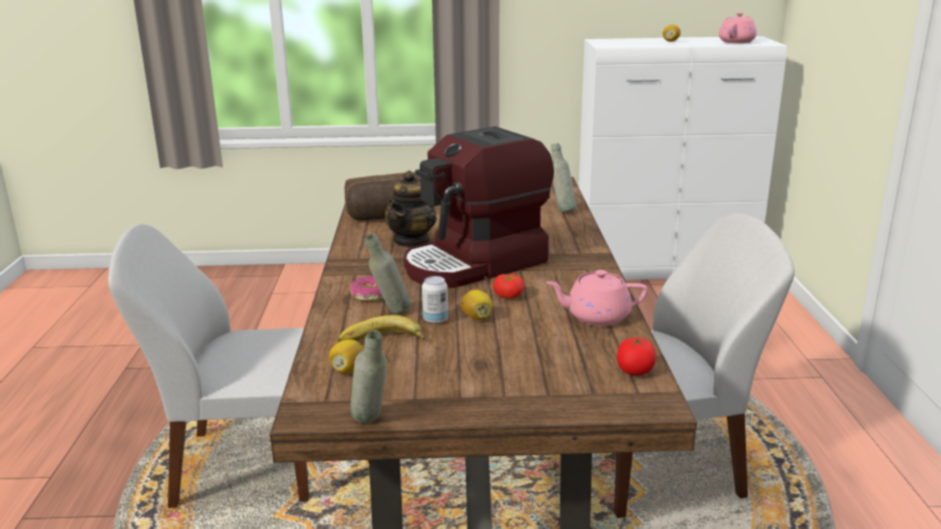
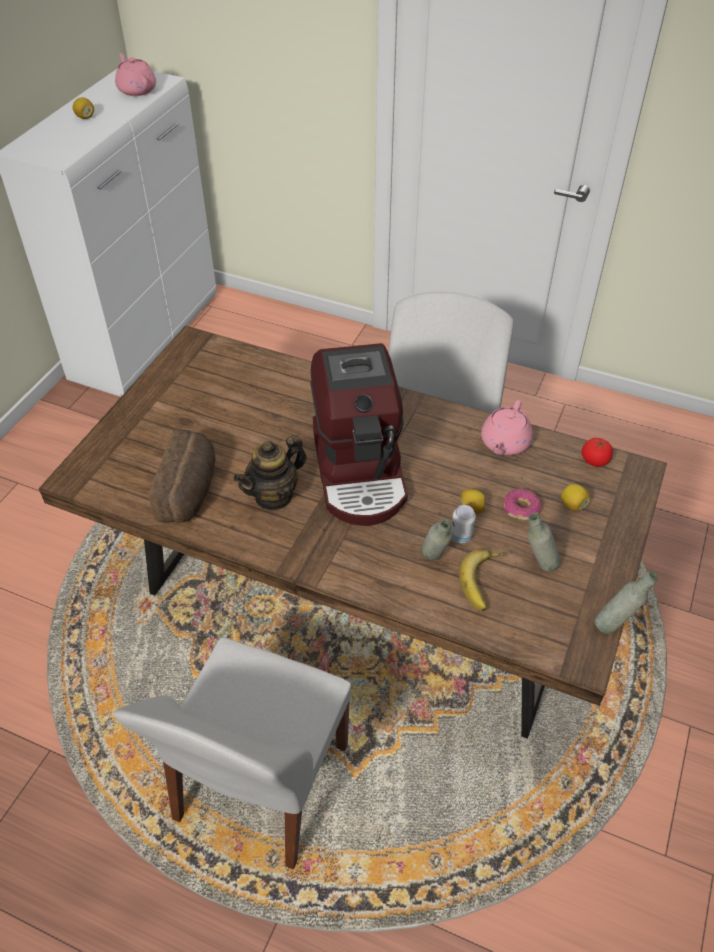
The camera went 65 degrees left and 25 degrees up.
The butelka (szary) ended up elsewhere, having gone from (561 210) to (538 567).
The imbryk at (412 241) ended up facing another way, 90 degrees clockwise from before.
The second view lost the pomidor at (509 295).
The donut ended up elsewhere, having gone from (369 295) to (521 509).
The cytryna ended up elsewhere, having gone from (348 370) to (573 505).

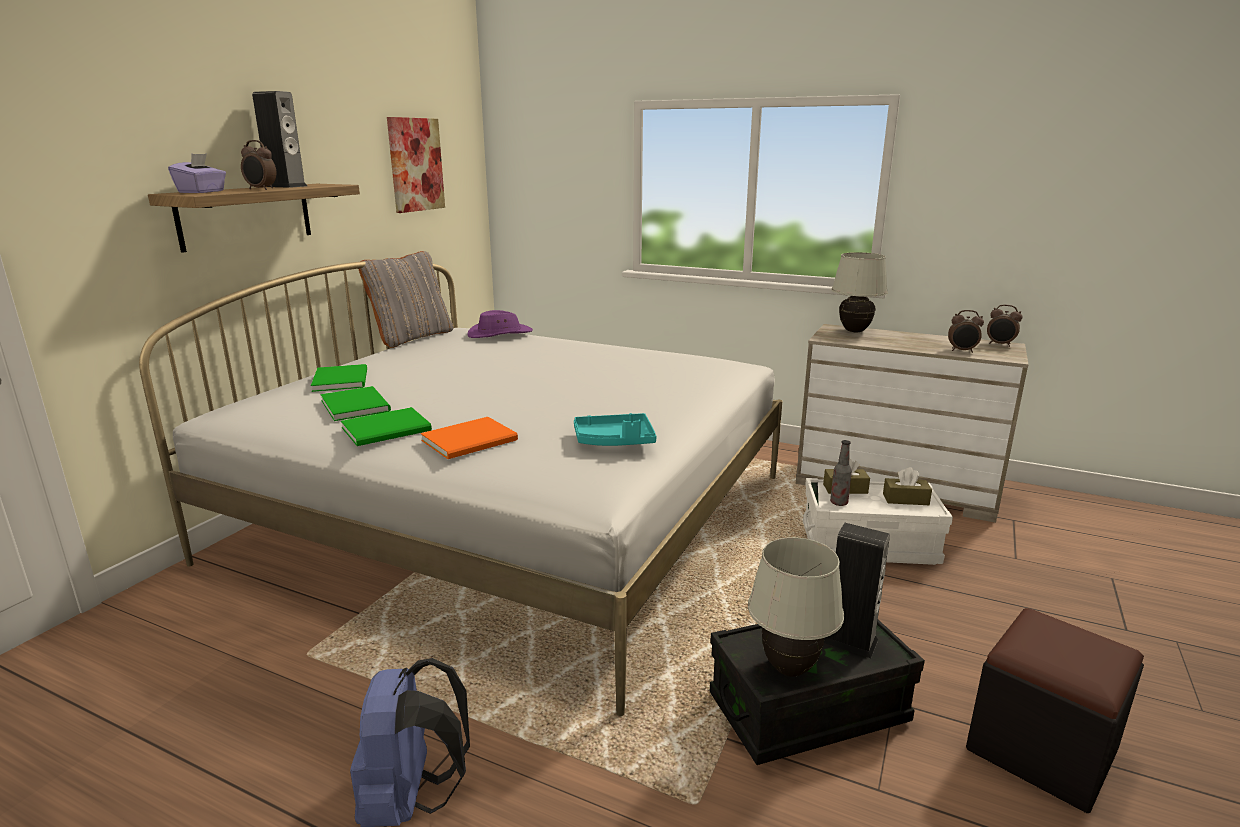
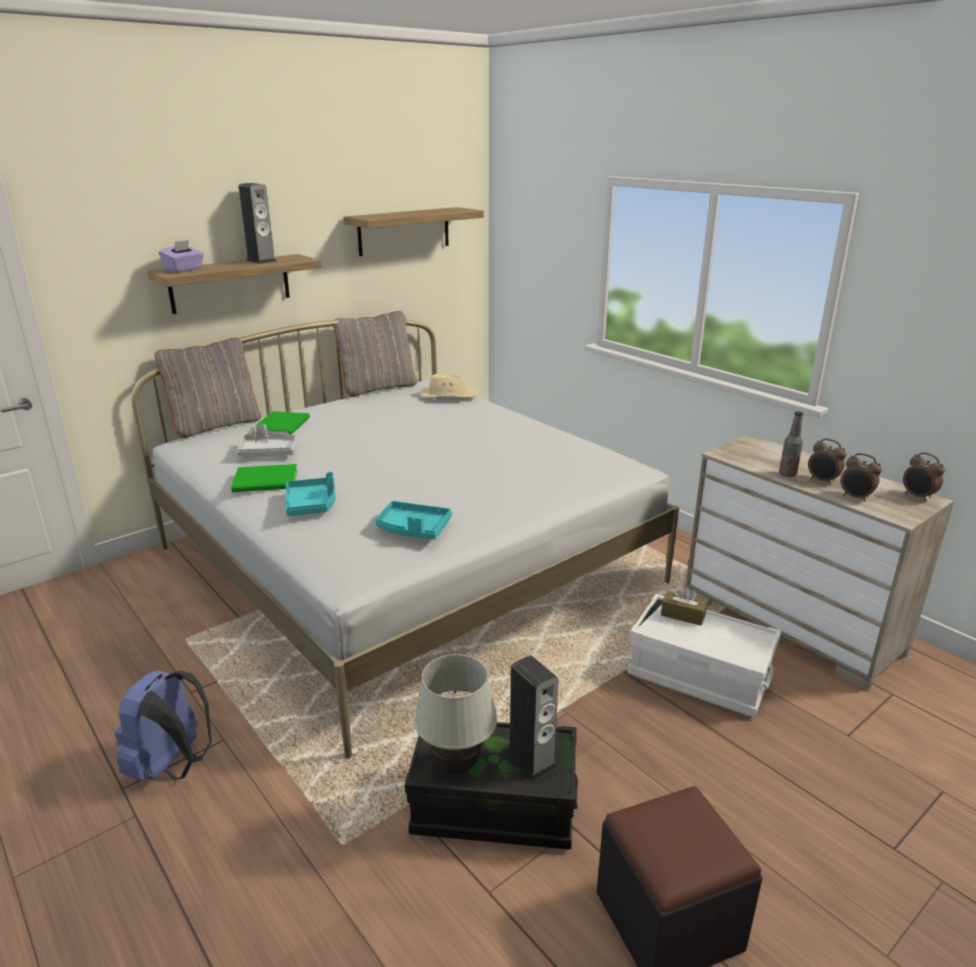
The camera went 25 degrees right and 5 degrees up.
Where the obraz hung at (415 165), the półka came to hang at (404 231).
The budzik ended up elsewhere, having gone from (261 189) to (822 481).
The second view lost the lampa stołowa (biały) at (854 331).
What was the kapelusz (fioletowy) at (500 334) turned into the kapelusz (beżowy) at (448 395).
Where the książka (zielony) stood at (357 405), the taca (szary) came to stand at (269 452).
Where the książka (pomarańczowy) stood at (472 440), the taca (turkusowy) came to stand at (311 504).
The butelka ended up elsewhere, having gone from (838 503) to (787 474).
The second view lost the pudełko chusteczek (brązowy) at (905 499).
The second view gained the poduszka (szary) at (216 425).

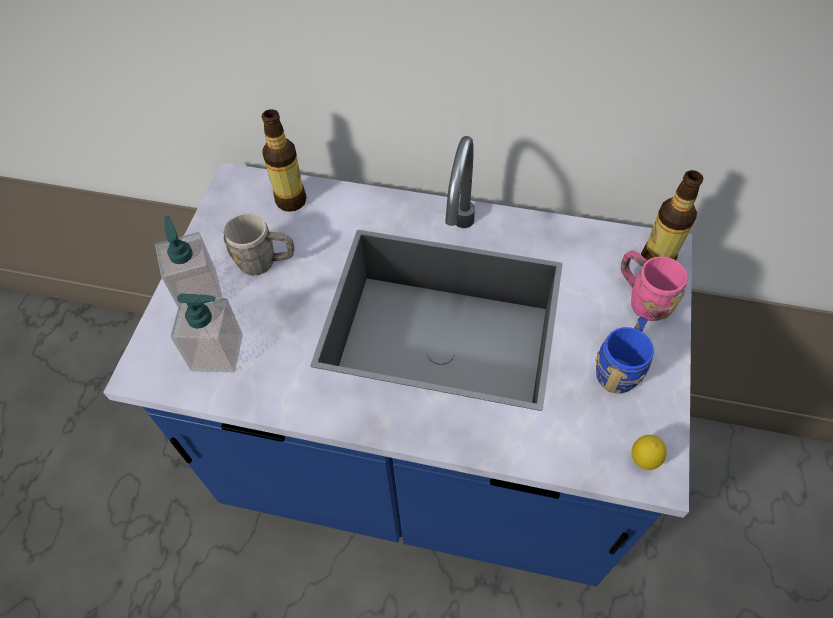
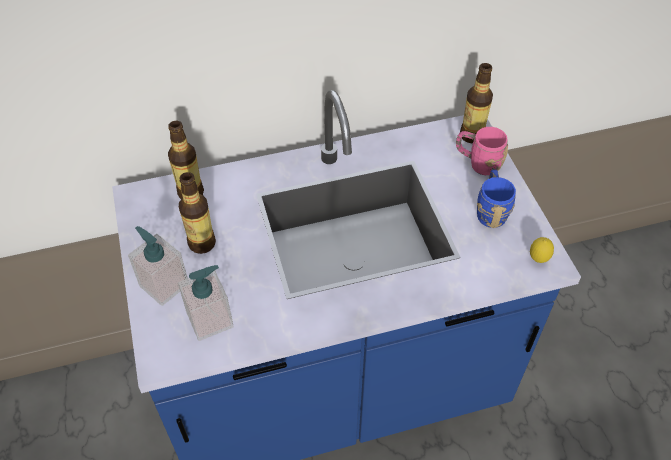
The camera went 30 degrees left and 5 degrees down.
Where the kubek (szary) stood at (265 262), the butelka came to stand at (202 243).

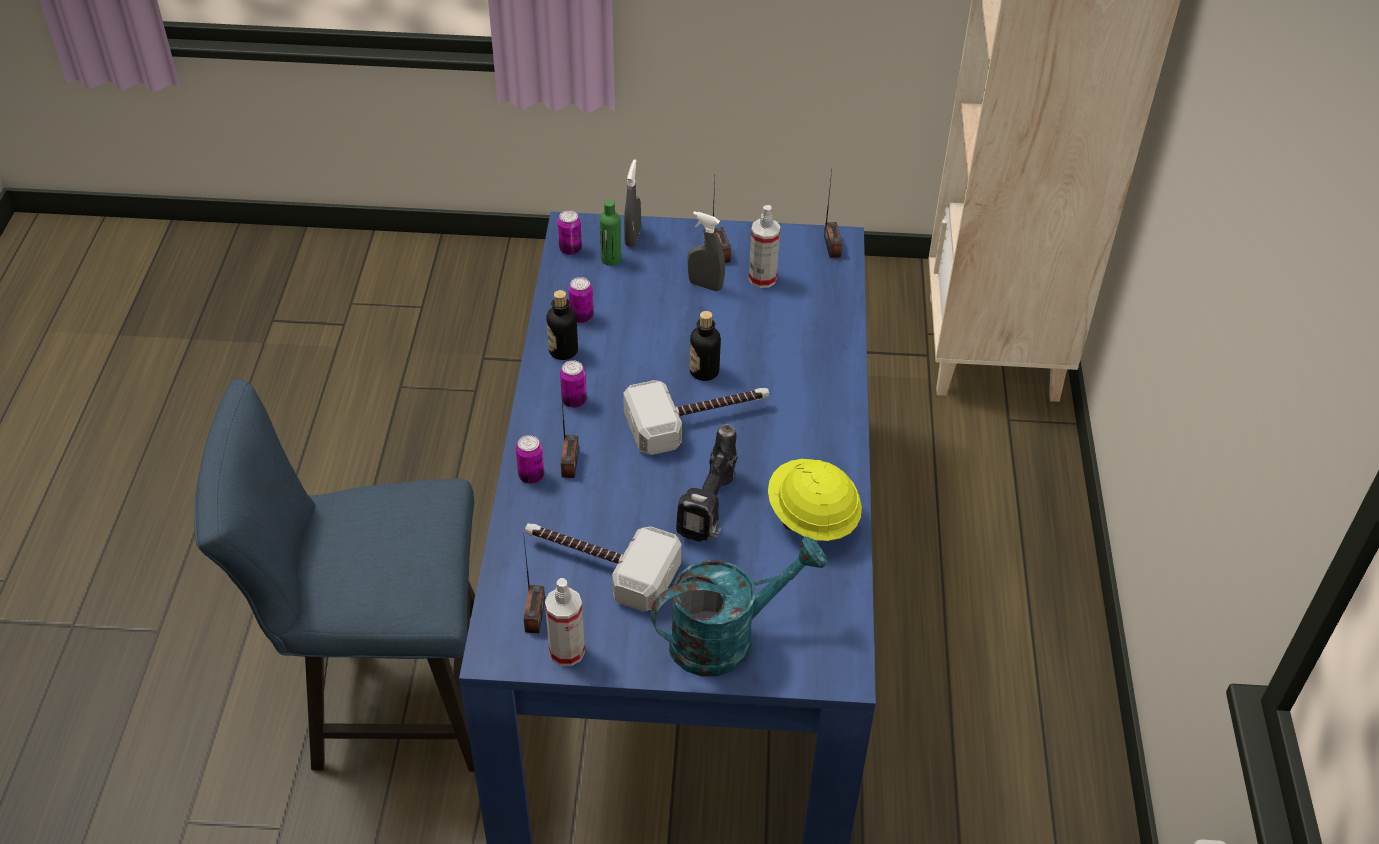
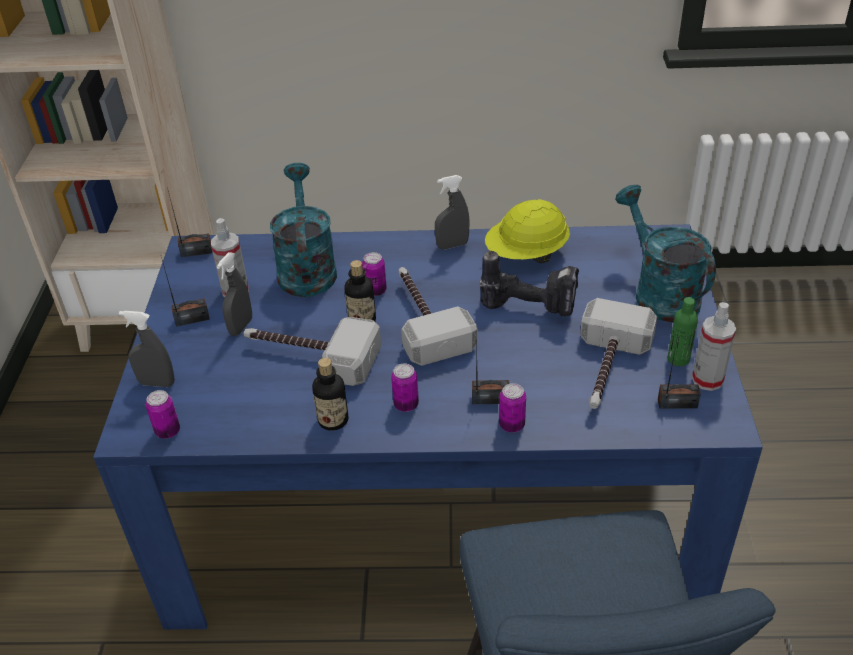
The camera went 90 degrees left and 5 degrees down.
The butelka (zielony) ended up elsewhere, having gone from (611 259) to (678 359).
The puszka ended up elsewhere, having gone from (581 317) to (375 291).
The second view gained the konewka (turkusowy) at (306 268).
The second view gained the spryskiwacz (szary) at (452 245).
The second view gained the młotek at (310 355).

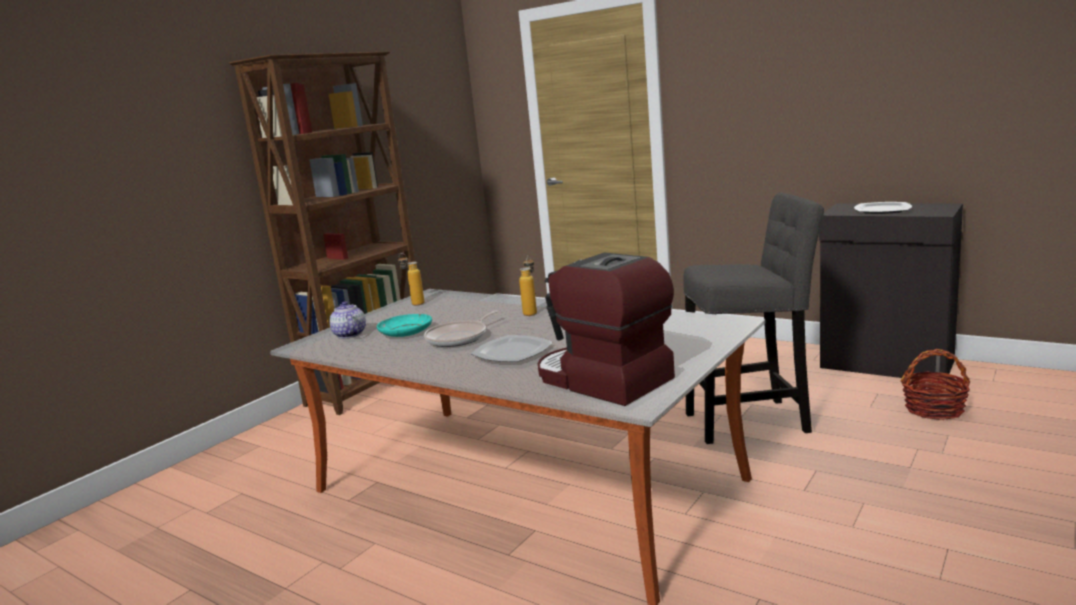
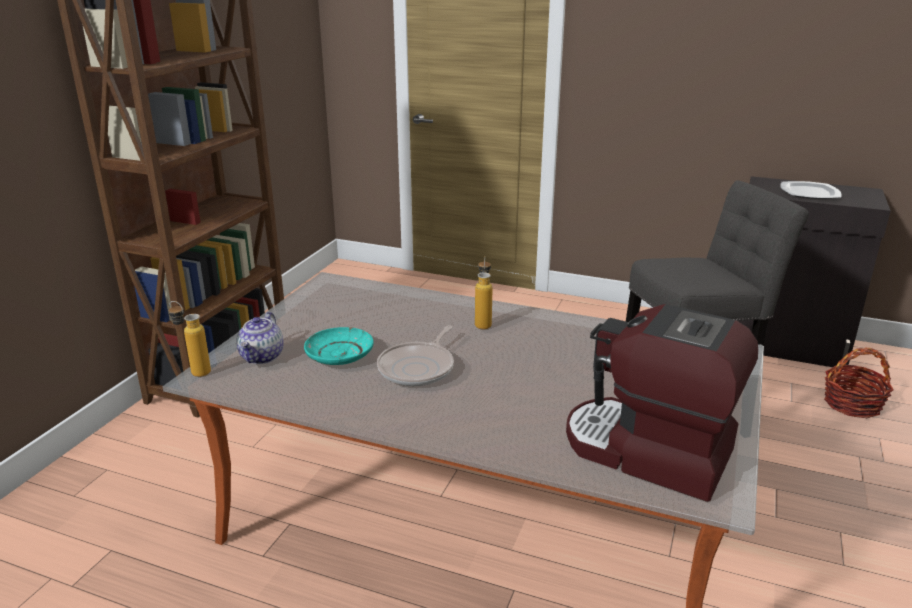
The camera went 15 degrees left and 10 degrees up.
The butelka ended up elsewhere, having gone from (414 303) to (194 371).
The imbryk at (349 334) ended up facing another way, 135 degrees counterclockwise from before.
The second view lost the talerz at (511 352).

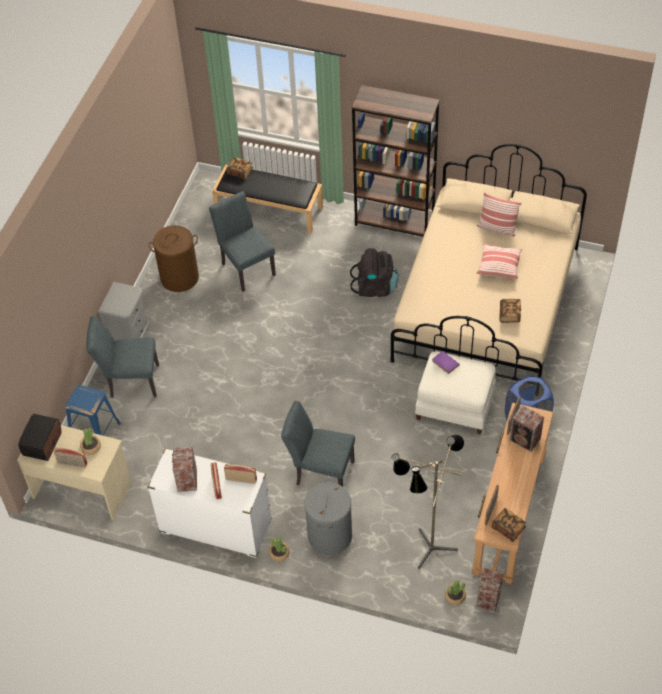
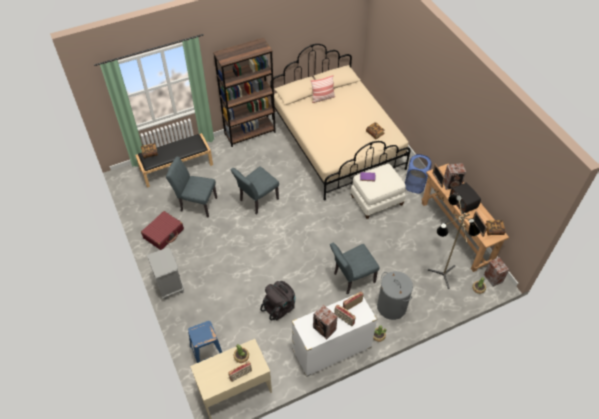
The camera went 45 degrees left and 0 degrees up.
Where the kosz na pranie (brązowy) stood at (179 277), the walizka (czerwony) came to stand at (163 233).
The second view lost the poduszka at (499 266).
The plecak (czarny) ended up elsewhere, having gone from (375 287) to (279 307).
The krzesło (szary) ended up elsewhere, having gone from (130 381) to (256 201).
The radio ended up elsewhere, having gone from (43 444) to (463 203).

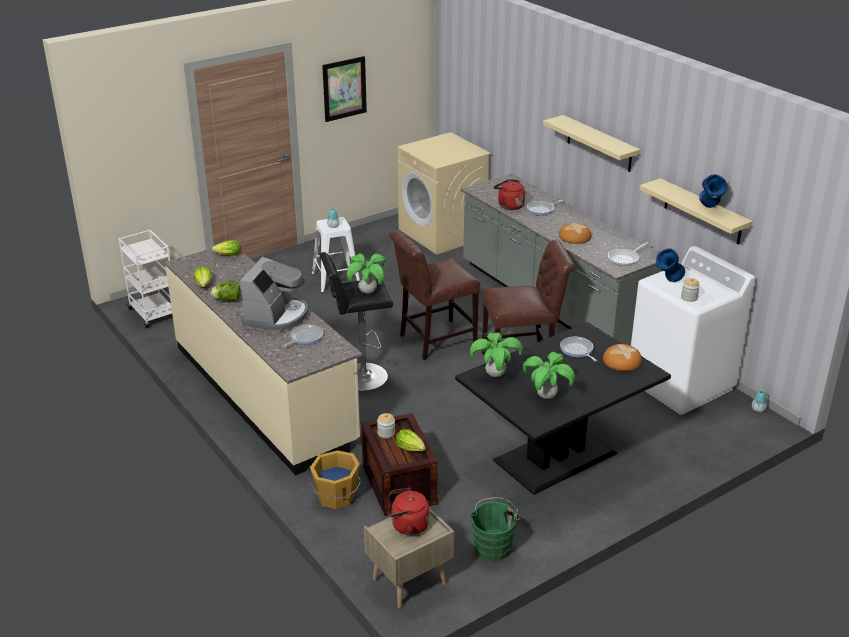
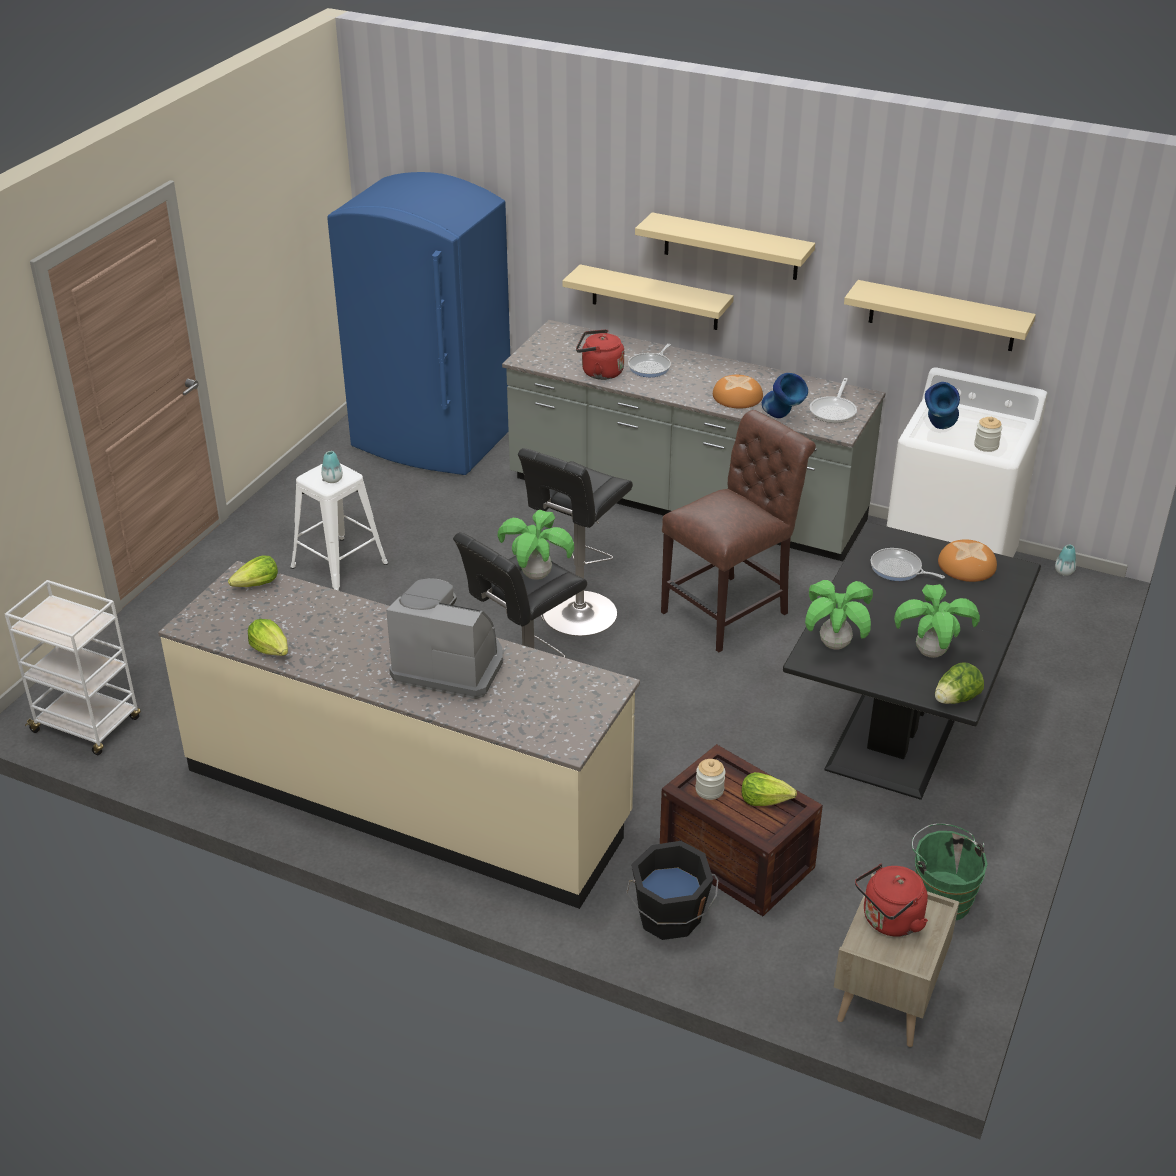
The camera went 30 degrees left and 5 degrees up.
The second view lost the obraz at (344 88).
Where the pralka (beżowy) stood at (442 234), the lodówka (niebieski) came to stand at (432 440).
The wazon (niebieski) ended up elsewhere, having gone from (710 208) to (782 419).
Where the krzesło (brązowy) stood at (433 340), the stołek (czarny) came to stand at (577 616).
The ekspres do kawy at (276 316) ended up facing another way, 60 degrees counterclockwise from before.
The sałata ended up elsewhere, having gone from (227 300) to (956 699).
The second view lost the patelnia at (305 338).
What was the wiadro (pomarańczowy) at (336 497) turned into the wiadro (czarny) at (670 917).
The second view gained the półka (beżowy) at (654 298).

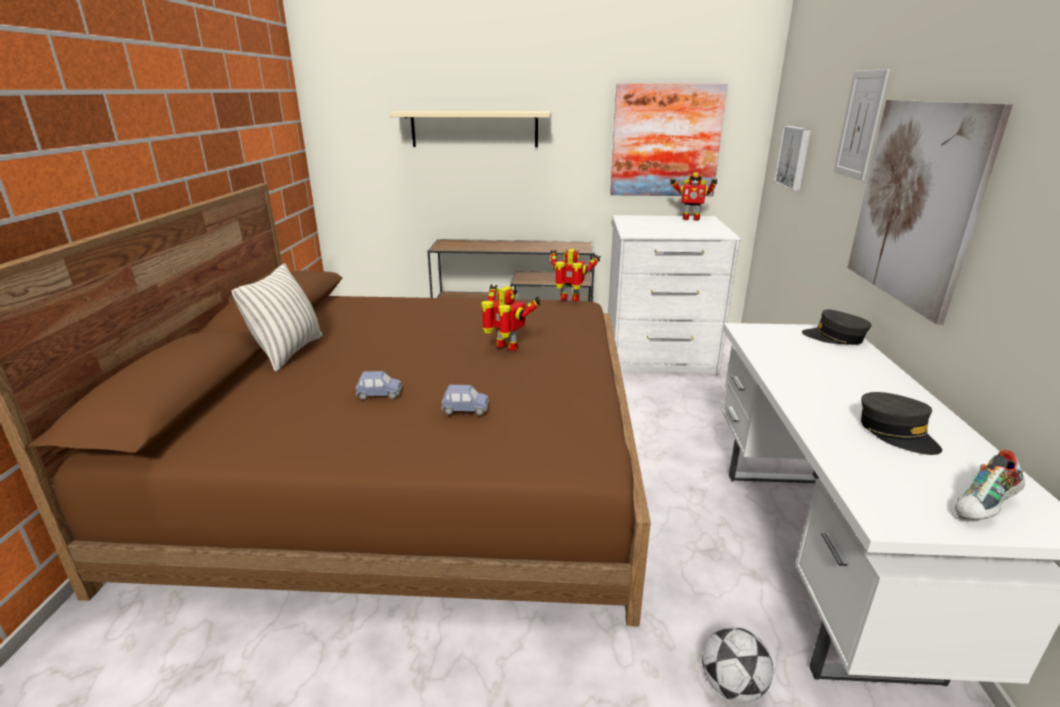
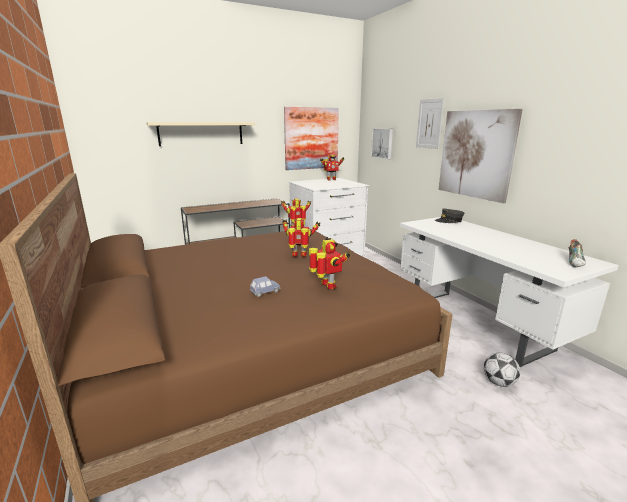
The camera went 30 degrees left and 5 degrees down.
The second view lost the poduszka at (289 352).
Where the samochodzik (niebieski) stood at (465 409), the robot zabawkowy came to stand at (327 286).
The second view lost the czapka z daszkiem (szary) at (896 433).

